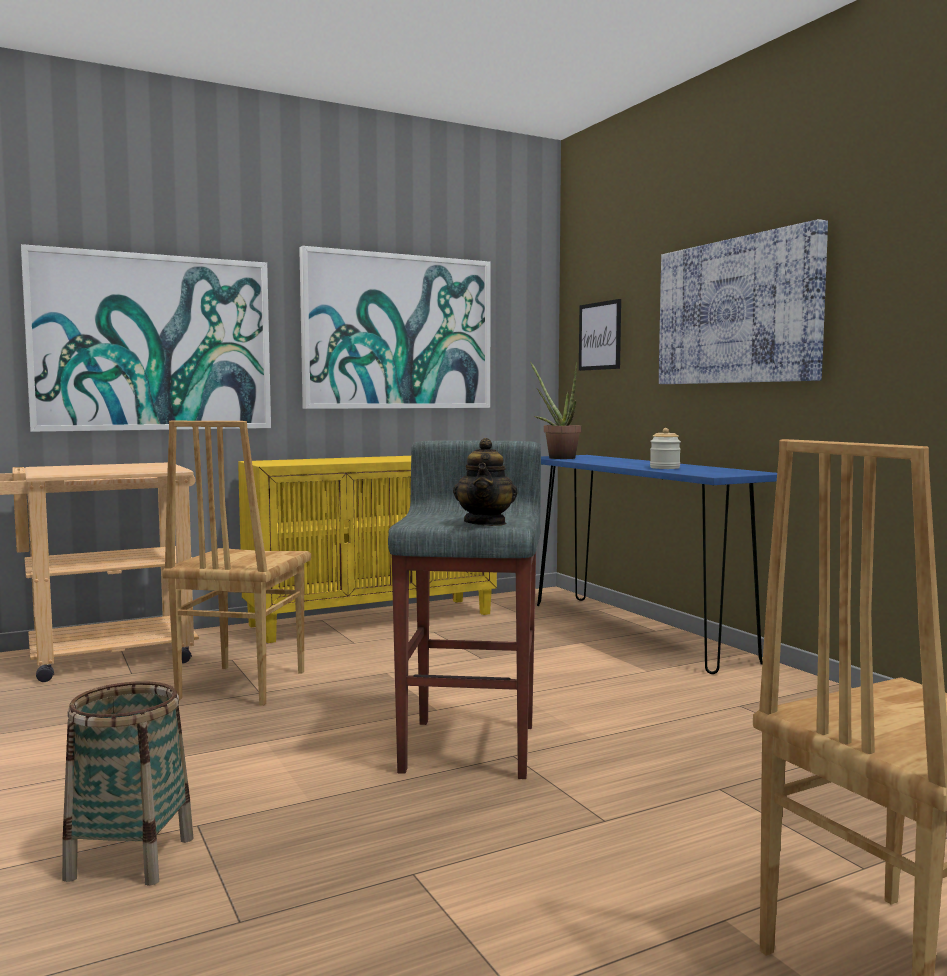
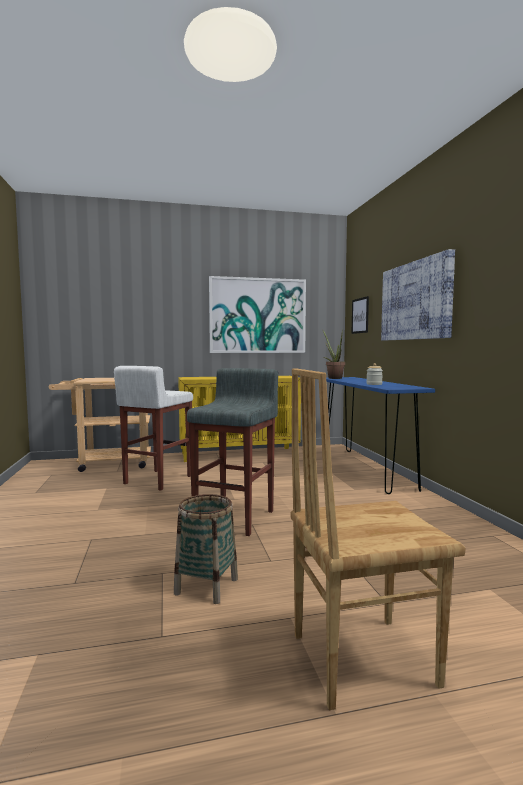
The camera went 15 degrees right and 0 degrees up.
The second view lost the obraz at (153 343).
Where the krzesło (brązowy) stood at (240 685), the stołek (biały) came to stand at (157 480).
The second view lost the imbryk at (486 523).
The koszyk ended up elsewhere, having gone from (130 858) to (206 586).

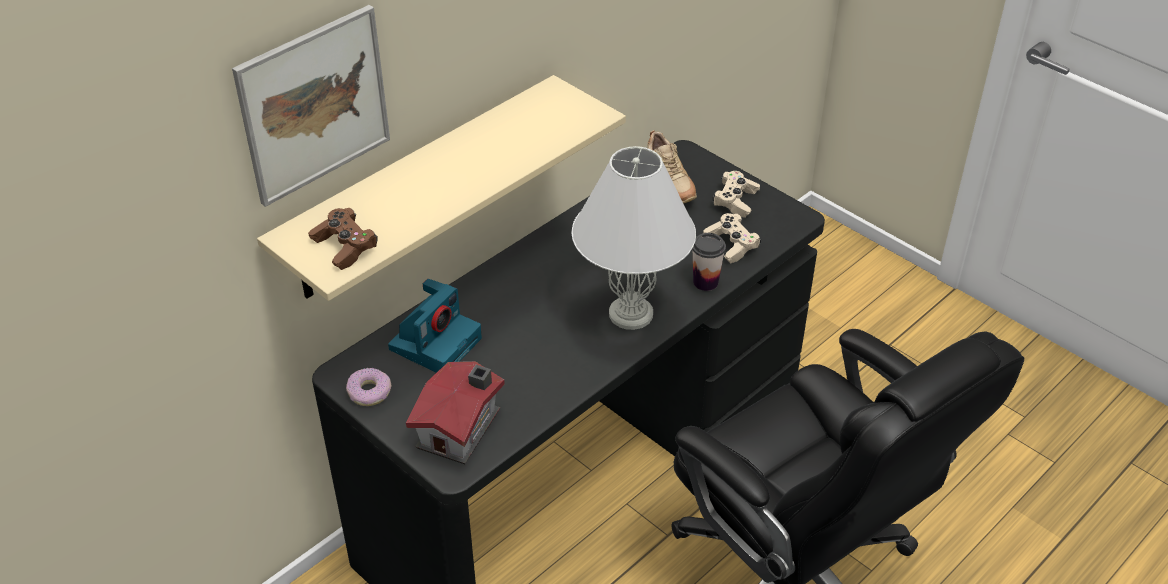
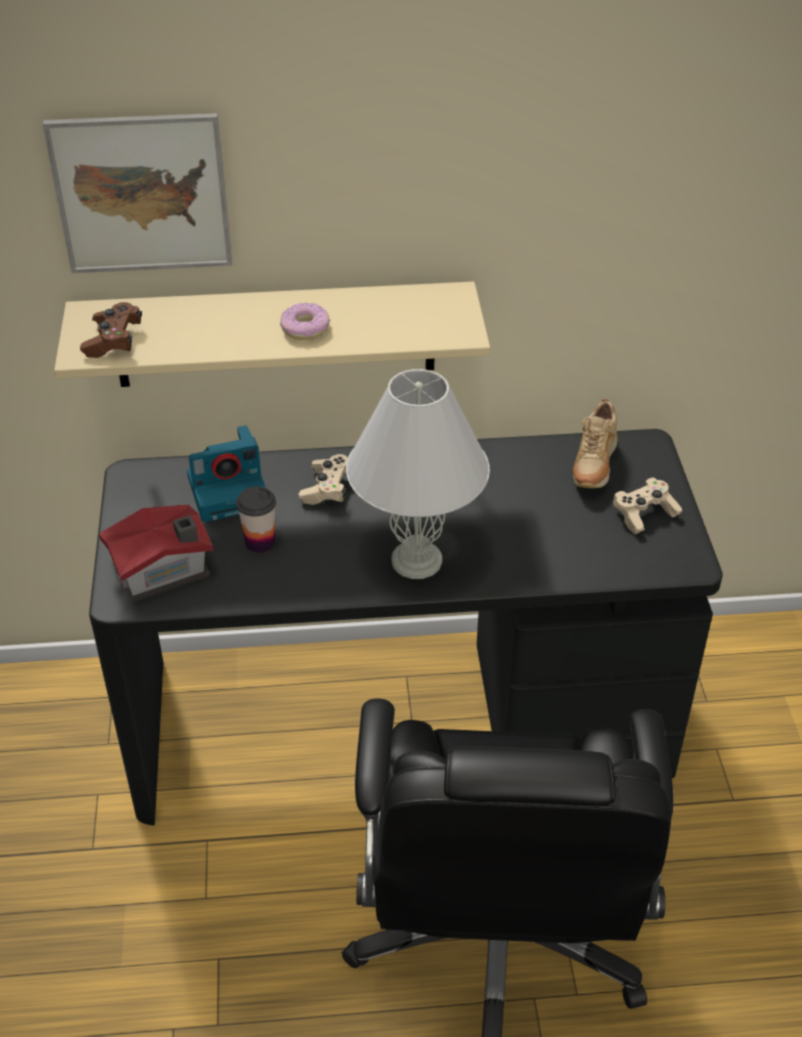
The camera went 40 degrees right and 0 degrees up.
The pad do gier (beżowy) ended up elsewhere, having gone from (731 245) to (328 489).
The filiżanka ended up elsewhere, having gone from (705 282) to (260 543).
The donut ended up elsewhere, having gone from (369 392) to (305 328).

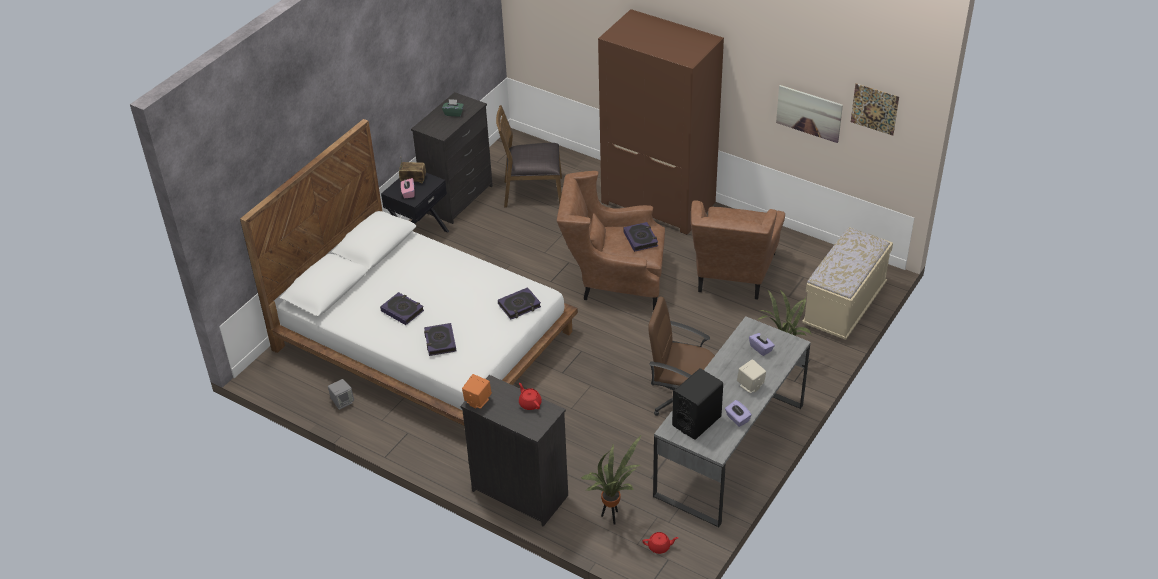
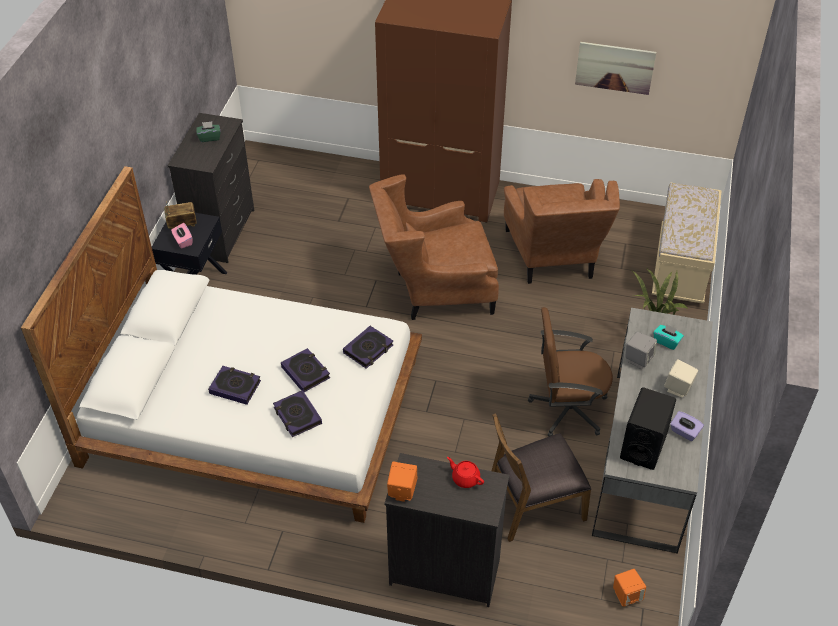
The camera went 20 degrees left and 5 degrees up.
The second view lost the obraz at (874 109).
The krzesło (brązowy) ended up elsewhere, having gone from (532 192) to (534 505).
The książka ended up elsewhere, having gone from (640 239) to (306 372).
What was the pudełko chusteczek (fioletowy) at (761 348) turned into the pudełko chusteczek (turkusowy) at (666 341).
The głośnik (szary) ended up elsewhere, having gone from (342 402) to (638 359).
The second view lost the roślina doniczkowa at (612 516).
Where the imbryk (czerwony) stood at (659 547), the głośnik (pomarańczowy) came to stand at (627 595).

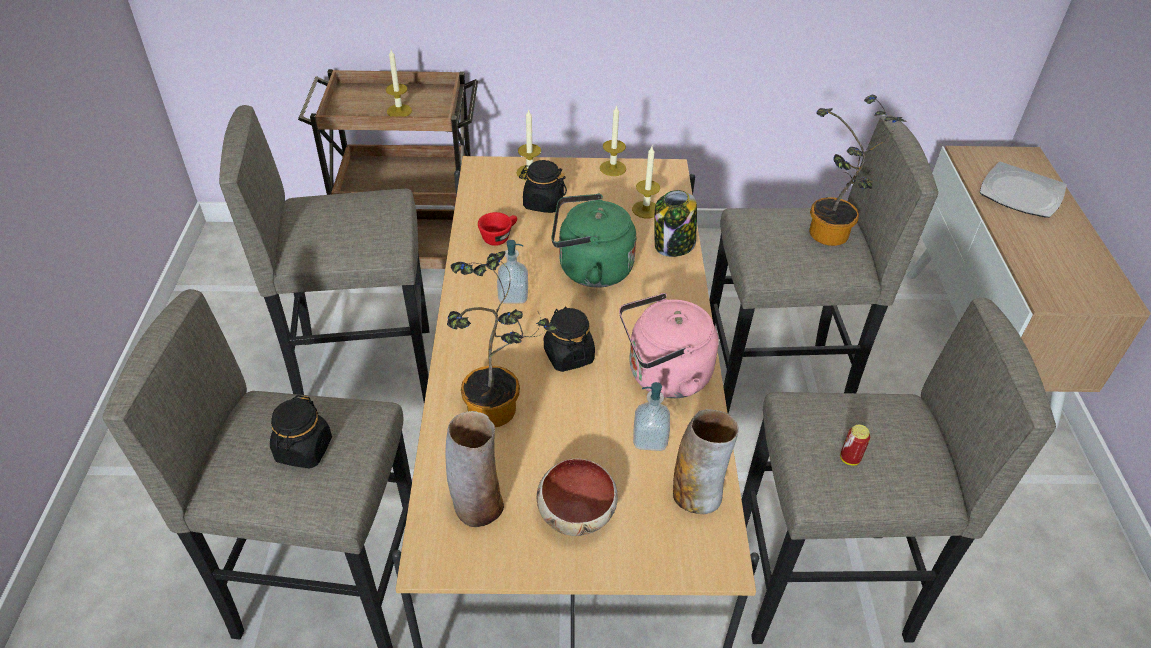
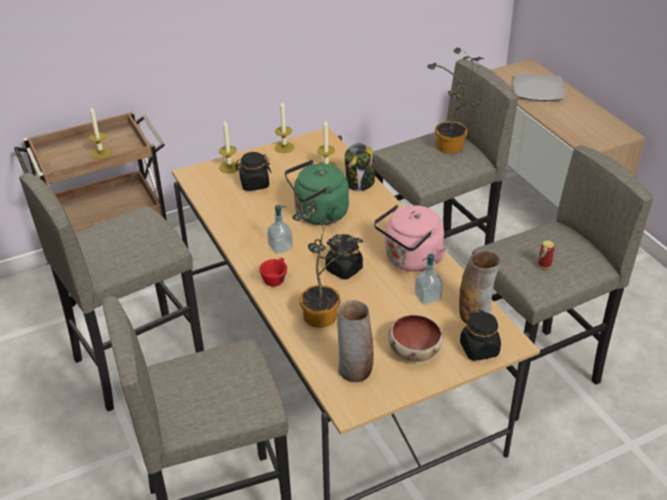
The camera went 25 degrees left and 5 degrees down.
The filiżanka (czerwony) ended up elsewhere, having gone from (499 237) to (275 278).
The słoik (czarny) ended up elsewhere, having gone from (304 450) to (479 349).

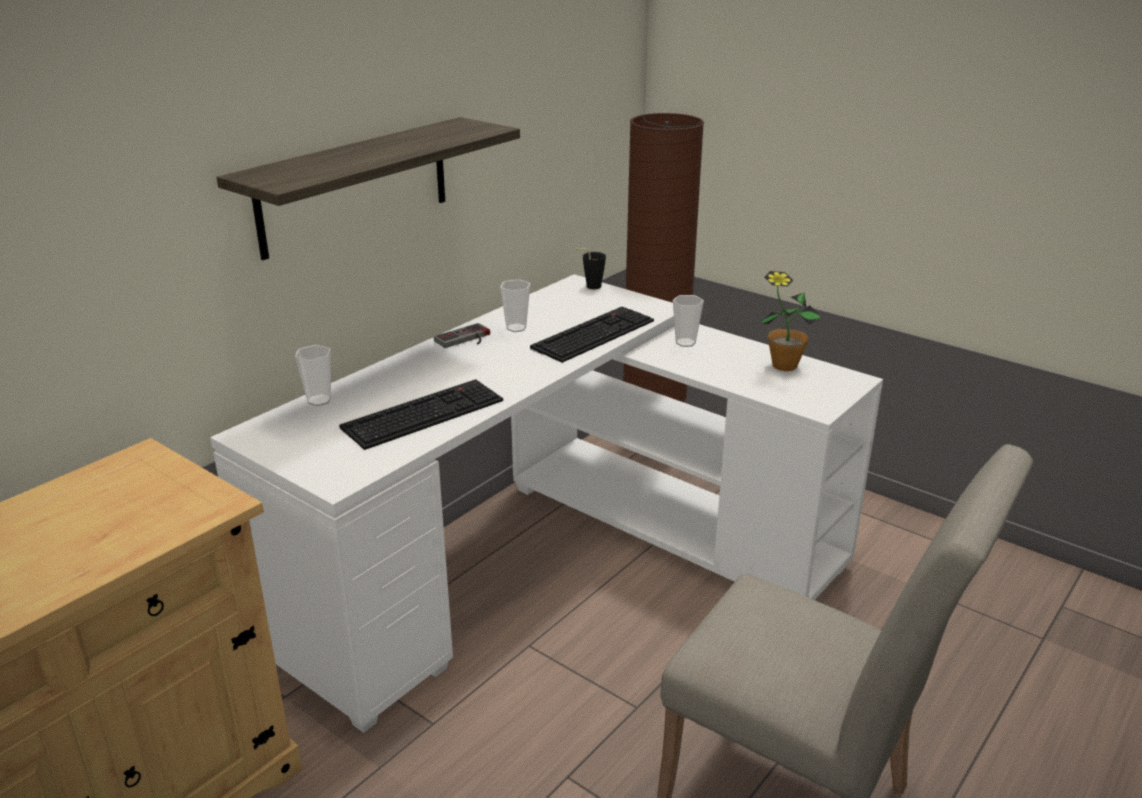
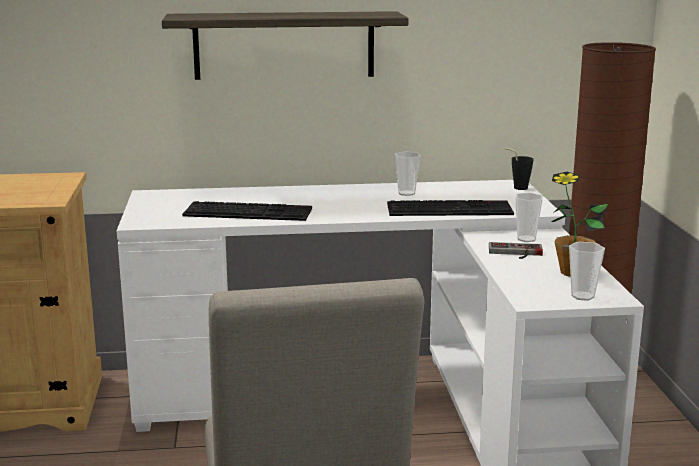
The camera went 45 degrees right and 10 degrees down.
The pad do gier ended up elsewhere, having gone from (465 339) to (515 253).
The filiżanka ended up elsewhere, having gone from (319 400) to (582 296).

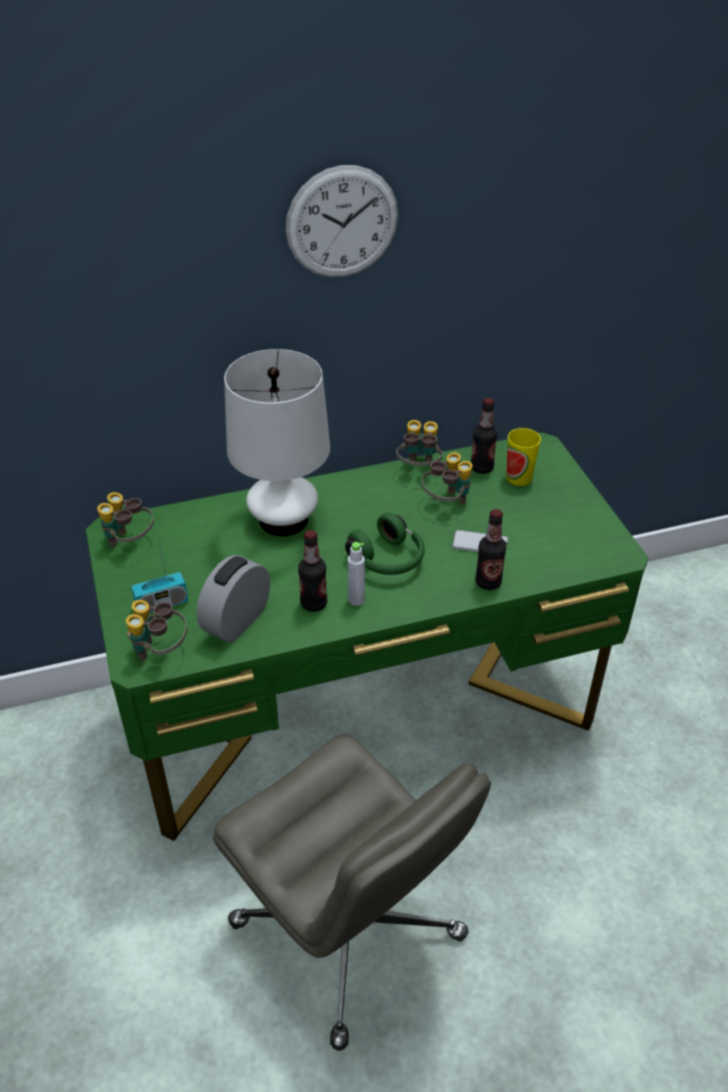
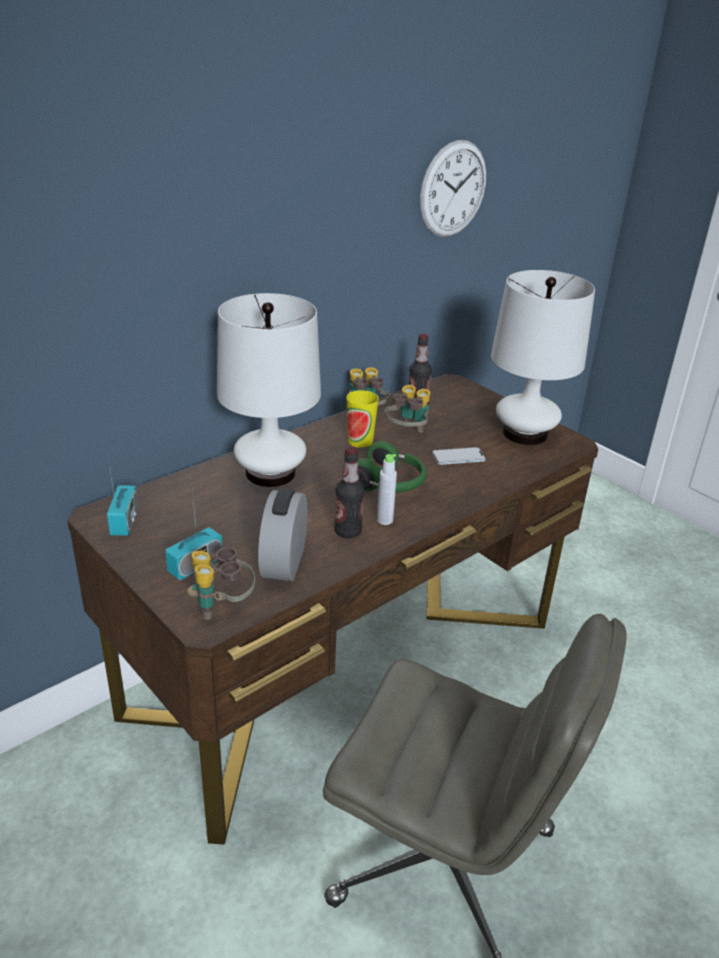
The camera went 25 degrees left and 10 degrees down.
The zegar ścienny ended up elsewhere, having gone from (342 222) to (453 189).
The filiżanka ended up elsewhere, having gone from (519 477) to (360 441).
What was the biurko (zielony) at (363 711) turned into the biurko (brązowy) at (347 667).
Where the lornetka stood at (129 542), the radio came to stand at (124 522).
The second view lost the butelka at (488 582).
The second view gained the lampa stołowa (biały) at (524 434).

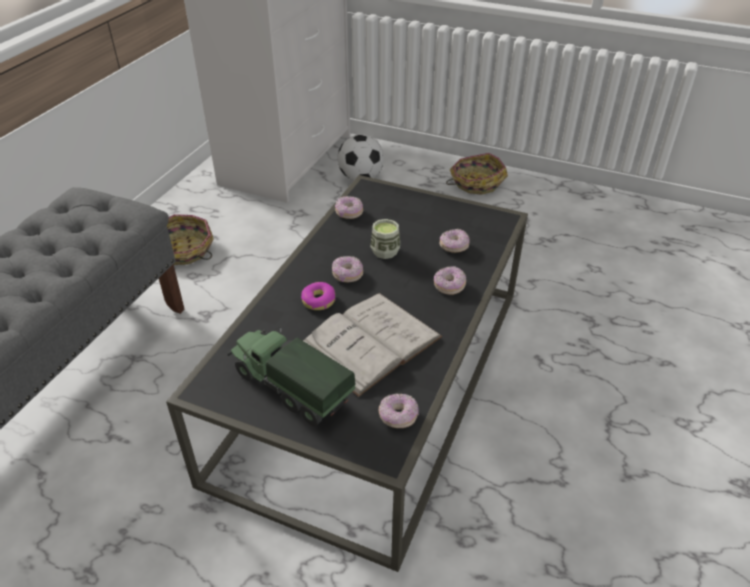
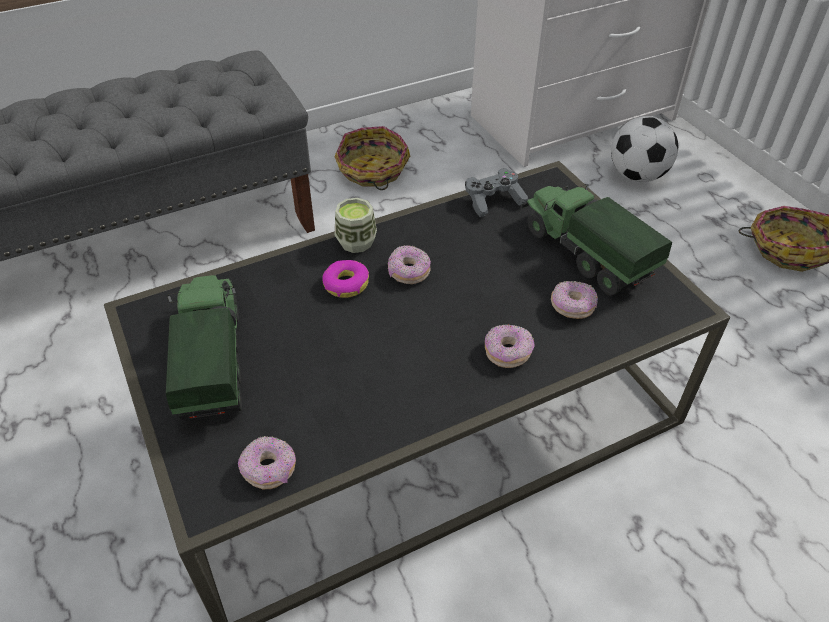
The camera went 40 degrees right and 5 degrees up.
Where the donut stood at (349 213), the pad do gier (szary) came to stand at (493 201).
The filiżanka ended up elsewhere, having gone from (385 251) to (356 242).
The second view lost the książka (biały) at (370 342).
The second view gained the ciężarówka zabawkowa at (584 253).

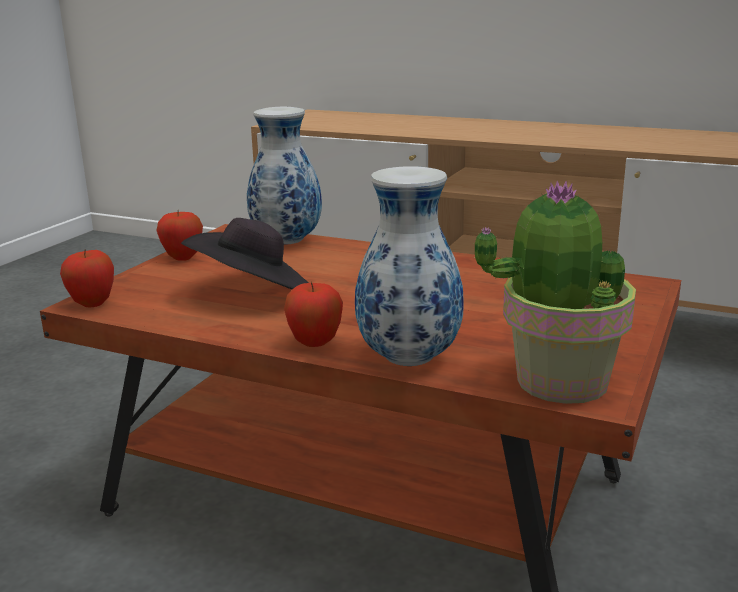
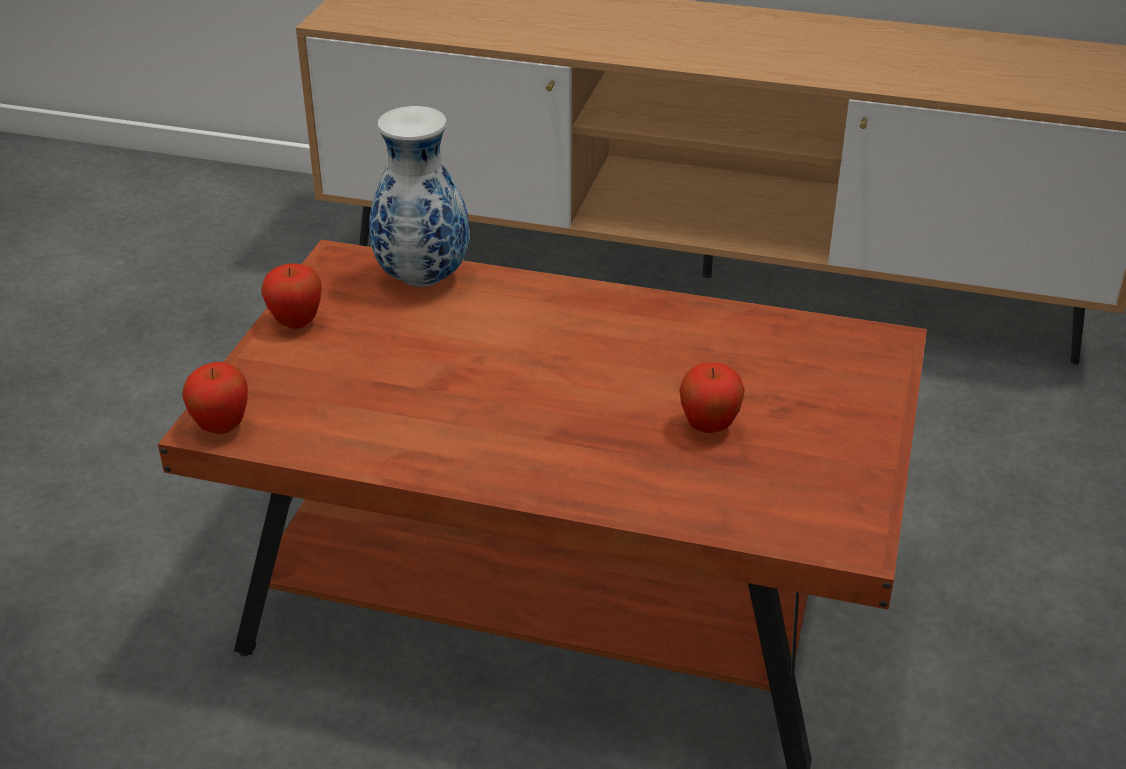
The camera went 10 degrees left and 15 degrees up.
The second view lost the wazon at (411 359).
The second view lost the roślina doniczkowa at (559 381).
The second view lost the kapelusz (czarny) at (254 294).
The jabłko ended up elsewhere, having gone from (315 344) to (709 427).

